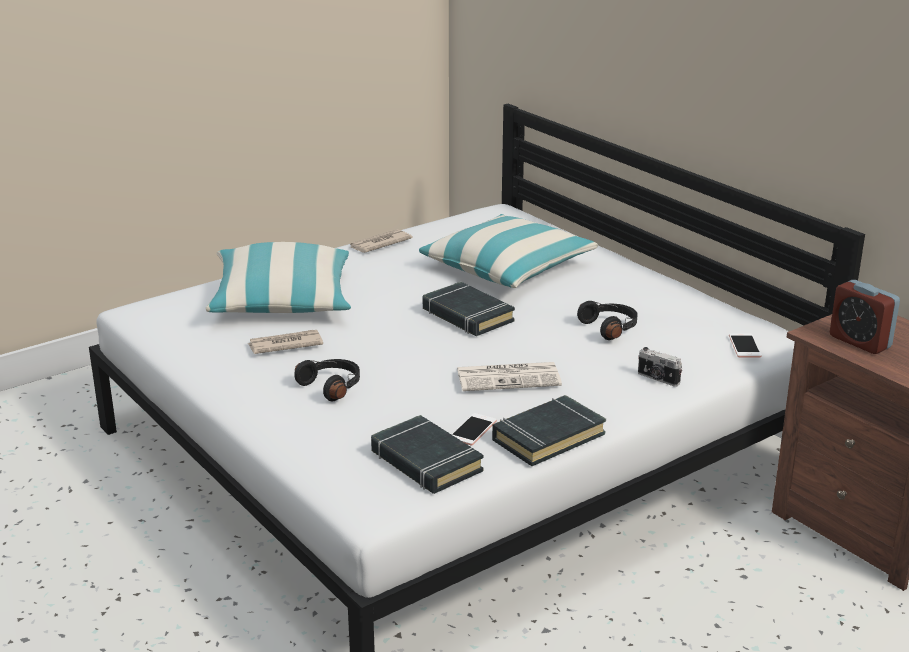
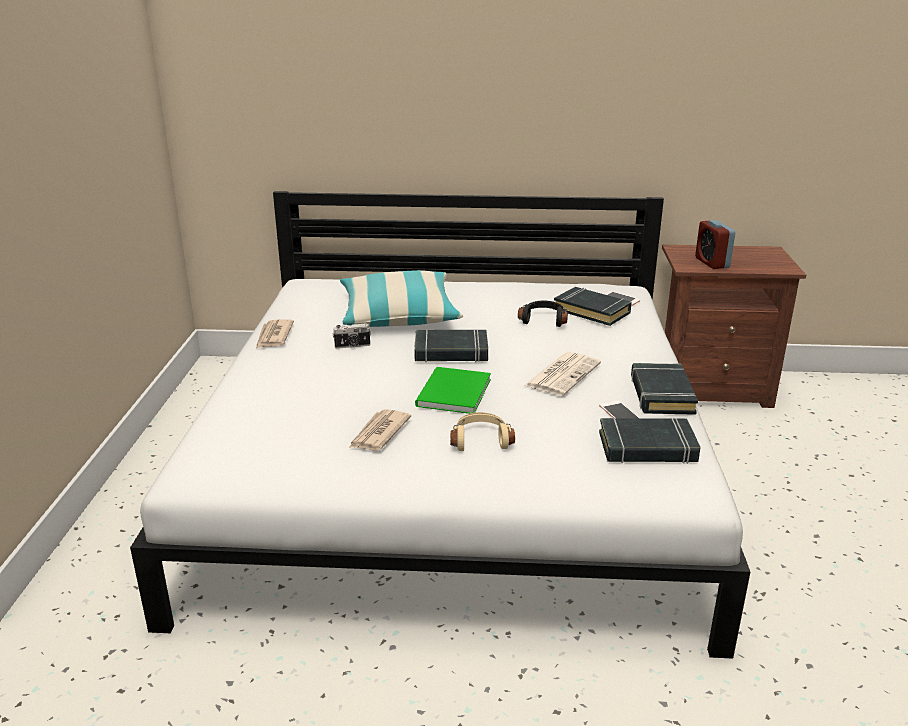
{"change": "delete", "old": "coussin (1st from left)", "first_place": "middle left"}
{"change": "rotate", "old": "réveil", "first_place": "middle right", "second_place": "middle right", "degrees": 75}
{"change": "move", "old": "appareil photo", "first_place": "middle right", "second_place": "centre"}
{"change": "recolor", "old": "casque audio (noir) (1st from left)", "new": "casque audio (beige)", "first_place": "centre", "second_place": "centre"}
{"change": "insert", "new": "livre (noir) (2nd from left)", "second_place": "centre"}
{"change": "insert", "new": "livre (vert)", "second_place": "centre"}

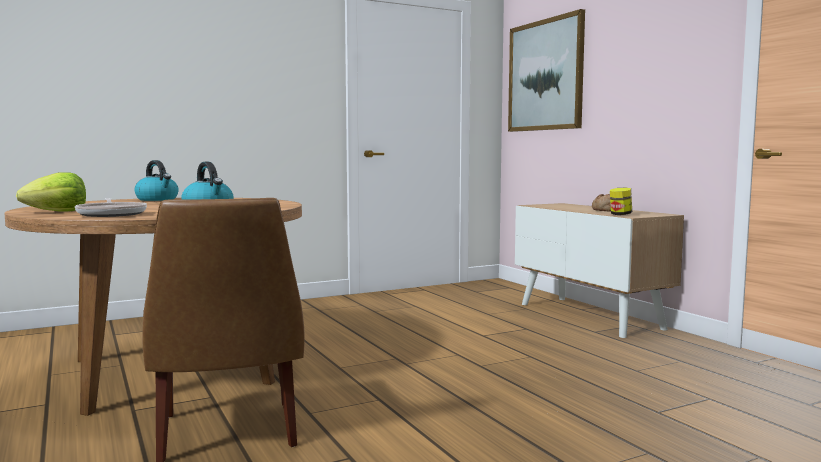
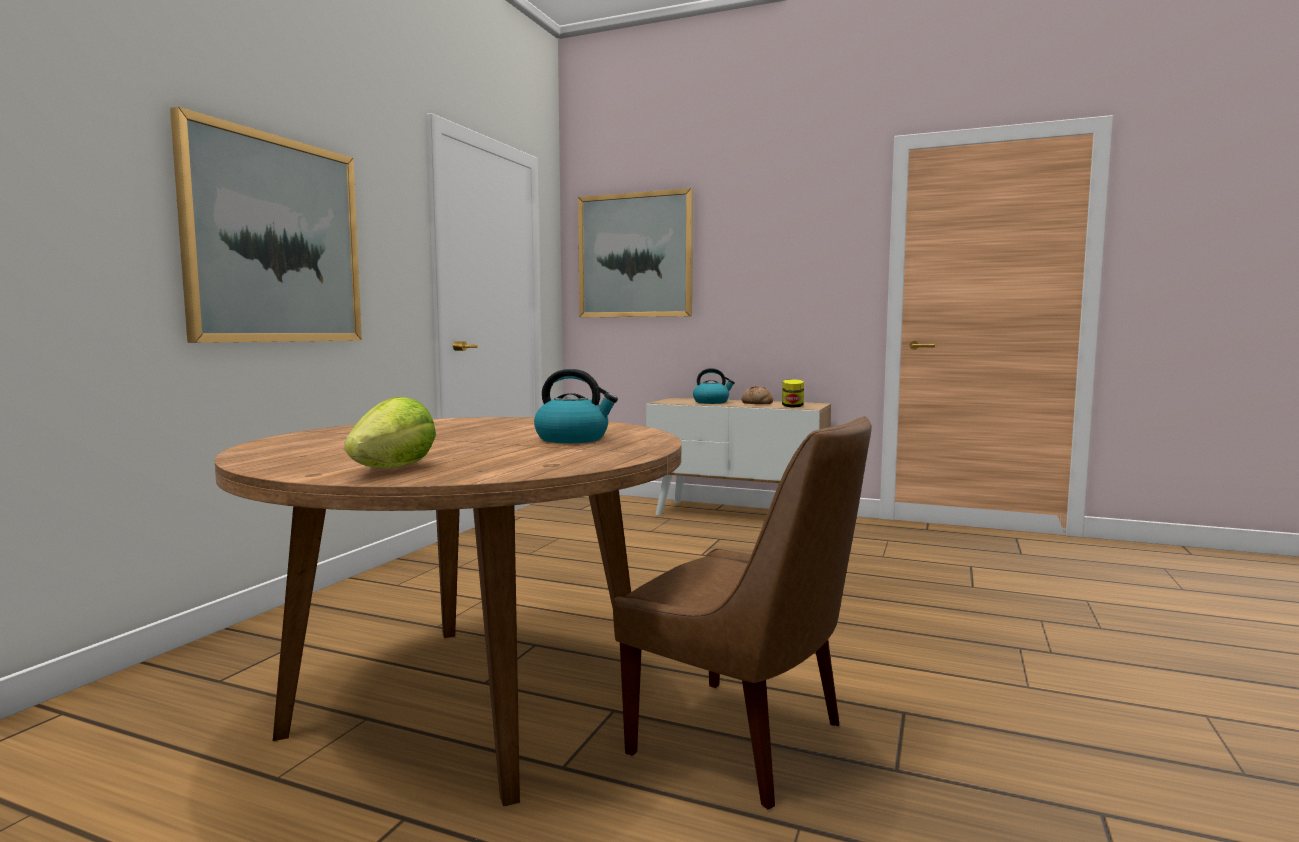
{"change": "move", "old": "bouilloire (1st from left in the first image)", "new": "bouilloire (2nd from left)", "first_place": "middle left", "second_place": "centre"}
{"change": "delete", "old": "poêle", "first_place": "middle left"}
{"change": "insert", "new": "tableau (1st from left)", "second_place": "top left"}

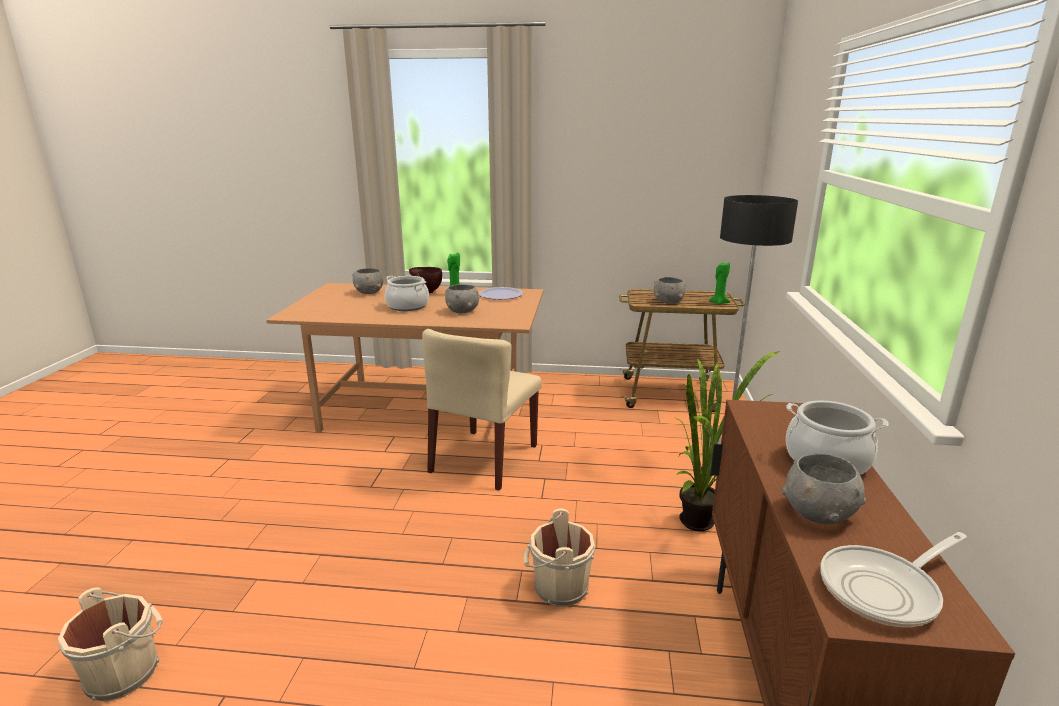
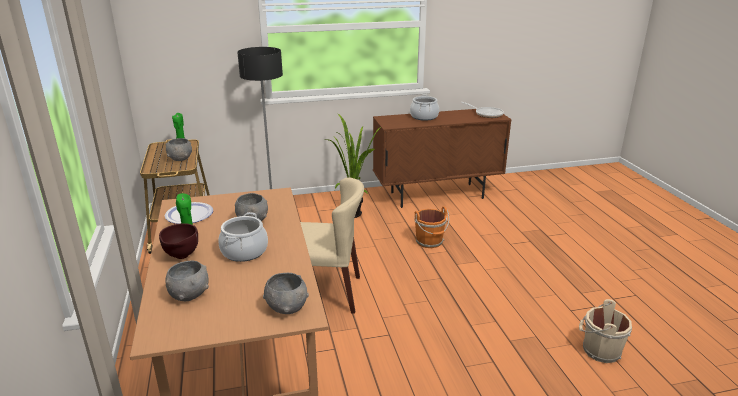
{"change": "move", "old": "bol (gris) (4th from left)", "first_place": "bottom right", "second_place": "bottom centre"}
{"change": "recolor", "old": "seau (beige) (2nd from left)", "new": "seau (orange)", "first_place": "bottom centre", "second_place": "centre"}

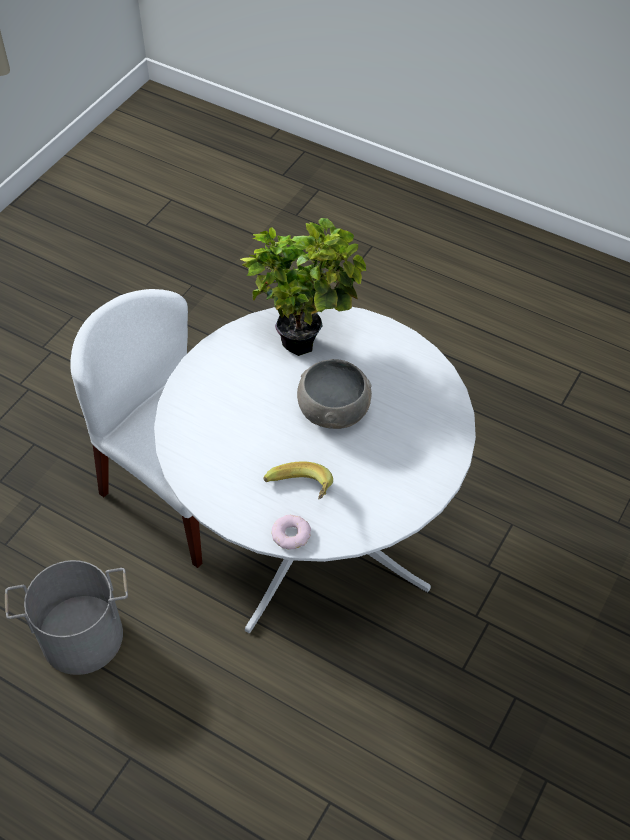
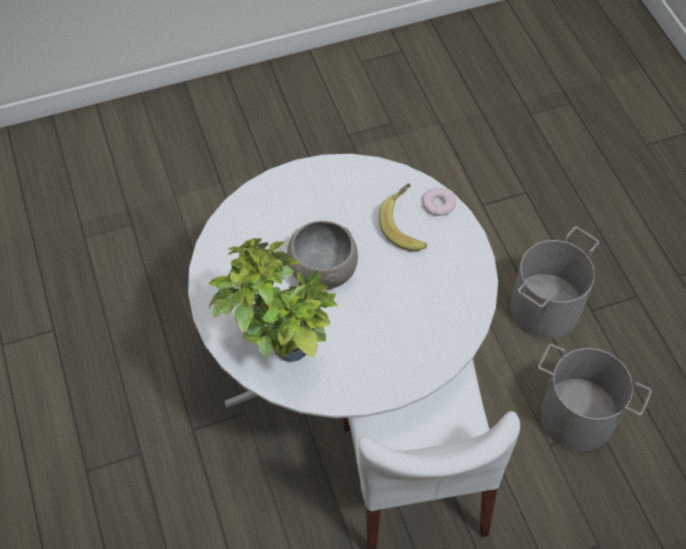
{"change": "insert", "new": "seau (gris) (1st from left)", "second_place": "middle right"}

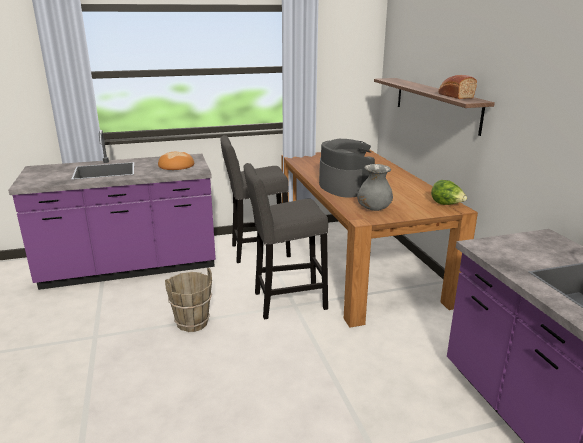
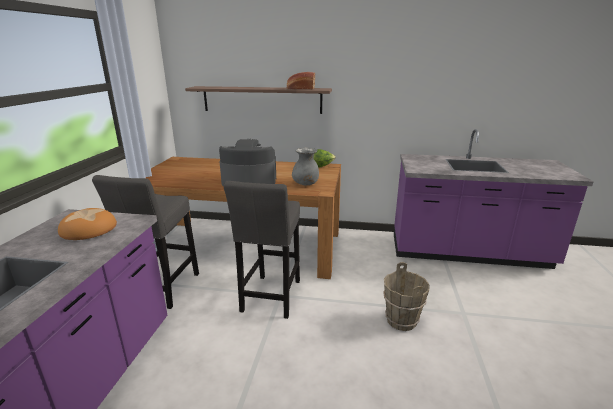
{"change": "move", "old": "seau (marron)", "first_place": "bottom left", "second_place": "bottom centre"}

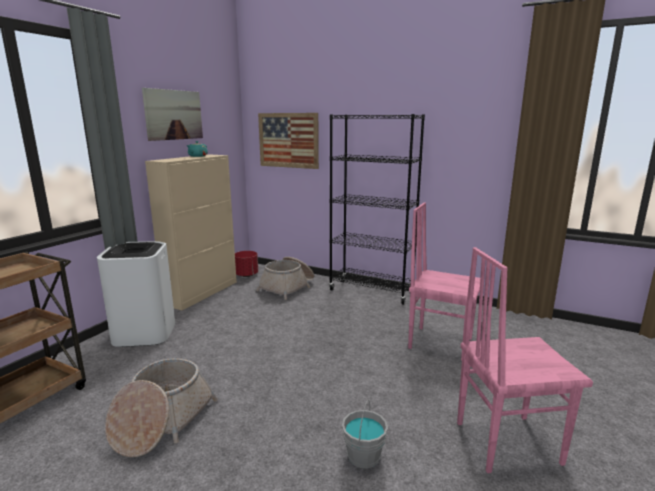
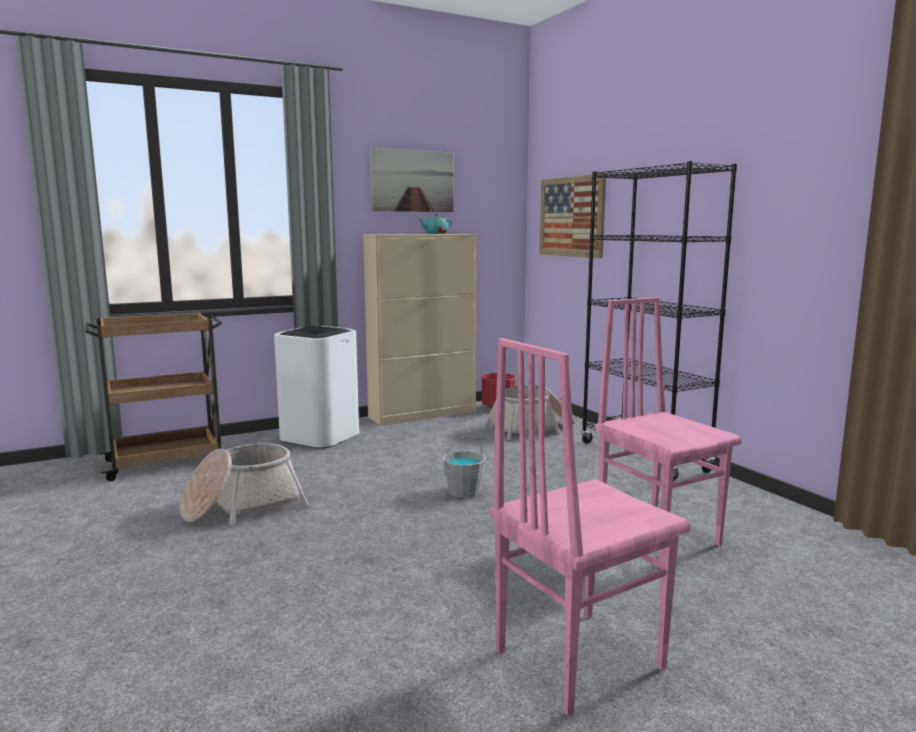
{"change": "rotate", "old": "chaise (rose) (2nd from left in the first image)", "first_place": "bottom right", "second_place": "bottom centre", "degrees": -60}
{"change": "move", "old": "seau (gris)", "first_place": "bottom centre", "second_place": "centre"}

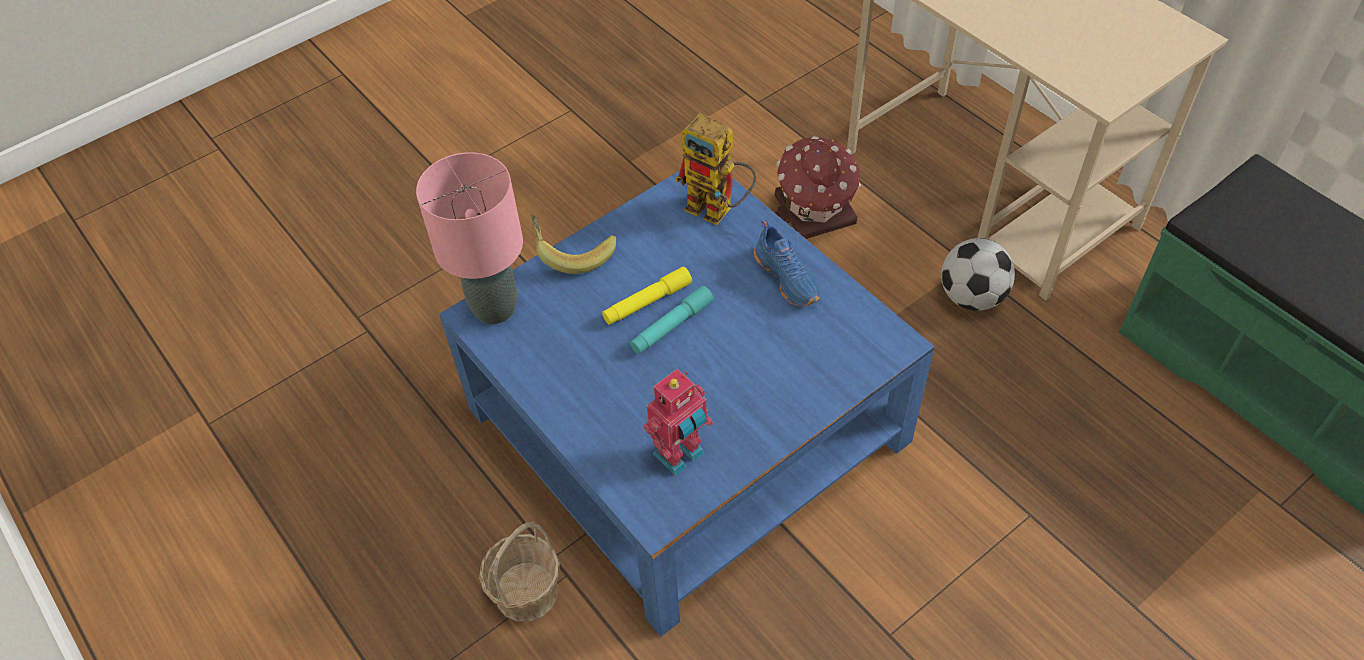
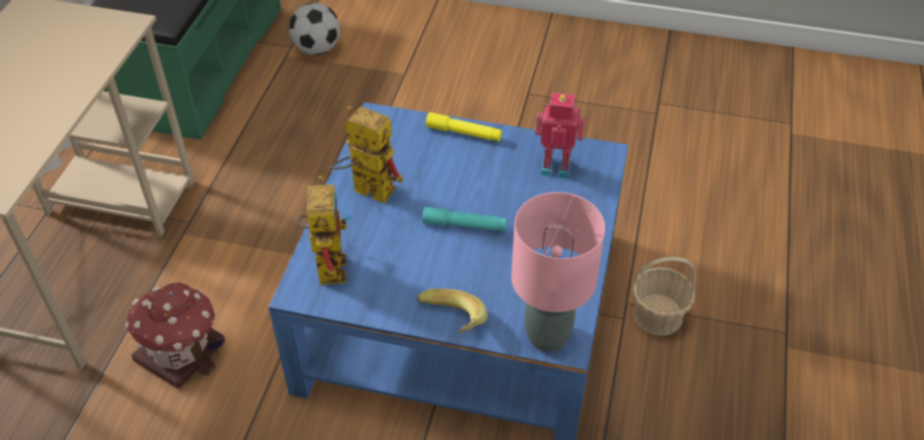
{"change": "replace", "old": "chaussure (bleu)", "new": "robot jouet (2nd from left)", "first_place": "centre", "second_place": "centre"}
{"change": "move", "old": "ballon de foot", "first_place": "middle right", "second_place": "top centre"}
{"change": "move", "old": "lampe de poche (jaune)", "first_place": "centre", "second_place": "top centre"}

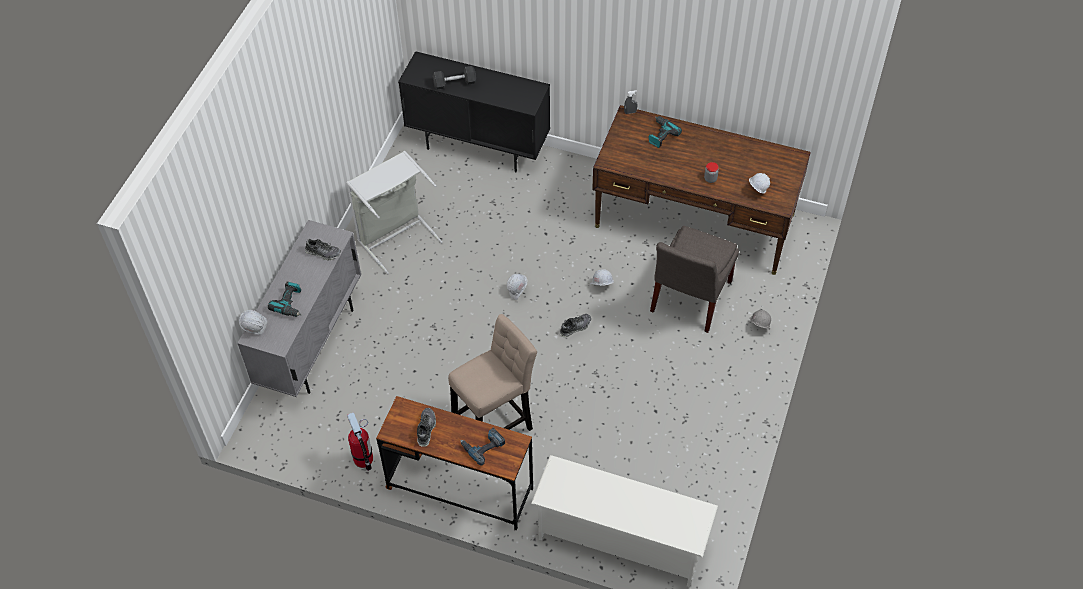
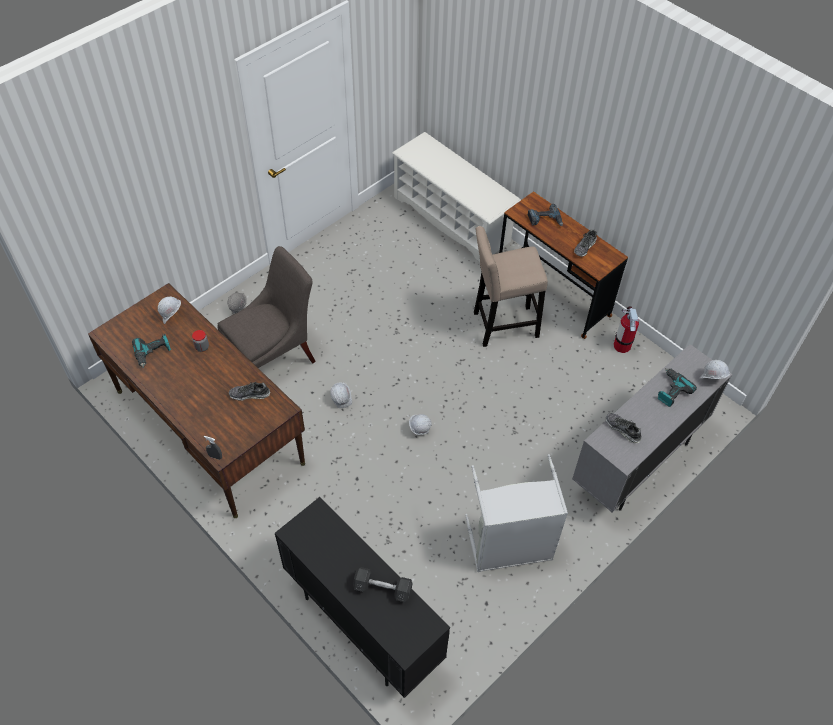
{"change": "move", "old": "perceuse (3rd from left in the first image)", "new": "perceuse (1st from left)", "first_place": "top centre", "second_place": "middle left"}
{"change": "move", "old": "chaussure (3rd from left in the first image)", "new": "chaussure (1st from left)", "first_place": "centre", "second_place": "middle left"}

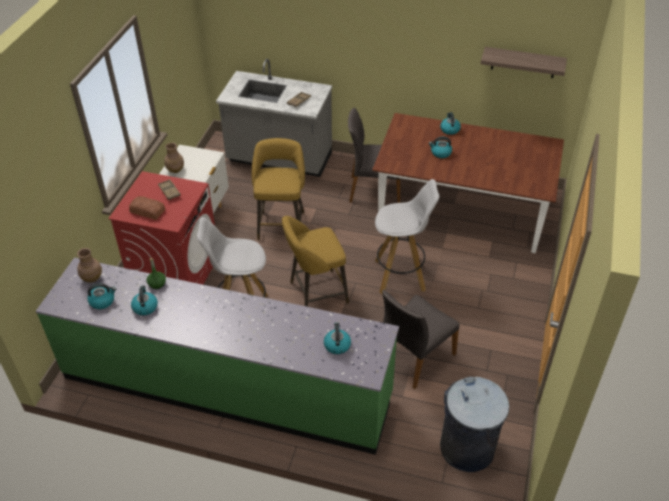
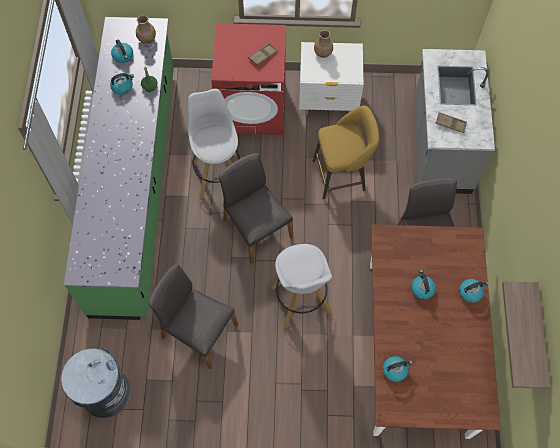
{"change": "delete", "old": "pain", "first_place": "middle left"}
{"change": "replace", "old": "tabouret (jaune) (2nd from left)", "new": "chaise (gris) (2nd from left)", "first_place": "centre", "second_place": "centre"}
{"change": "move", "old": "bouilloire (3rd from left)", "first_place": "bottom centre", "second_place": "bottom right"}

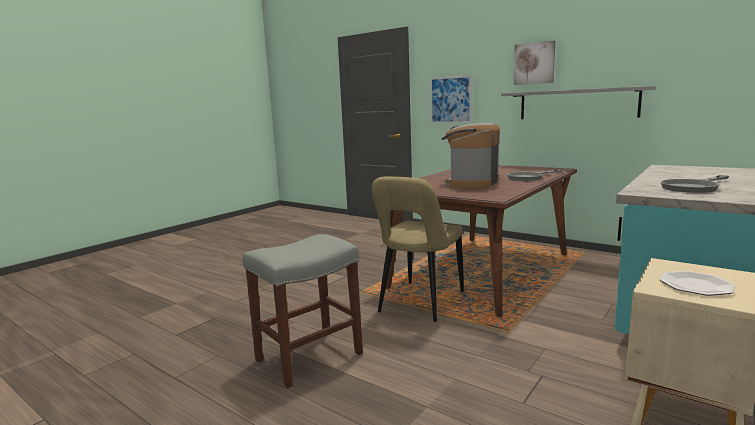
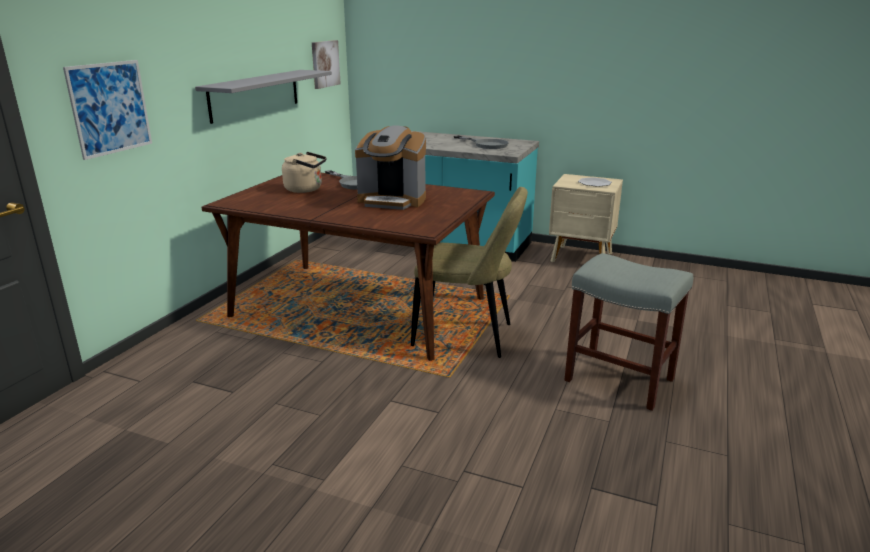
{"change": "move", "old": "tableau (2nd from left)", "first_place": "top right", "second_place": "top centre"}
{"change": "insert", "new": "bouilloire (beige)", "second_place": "top centre"}

